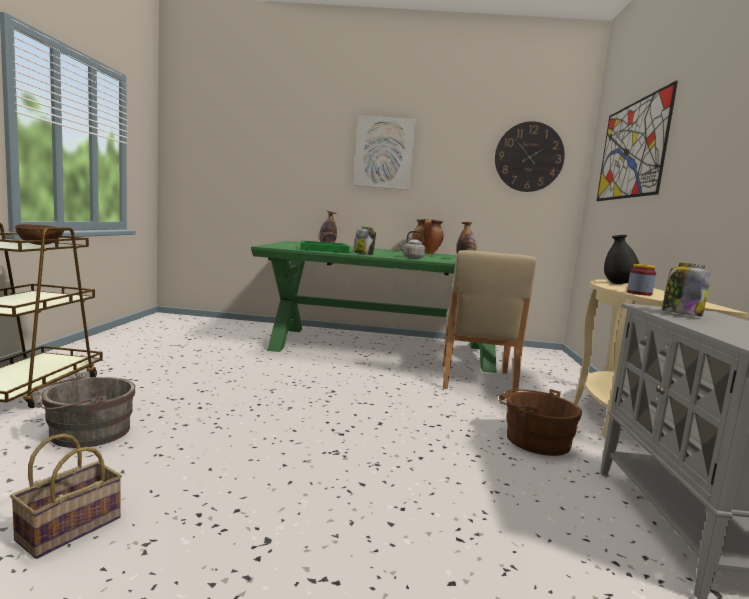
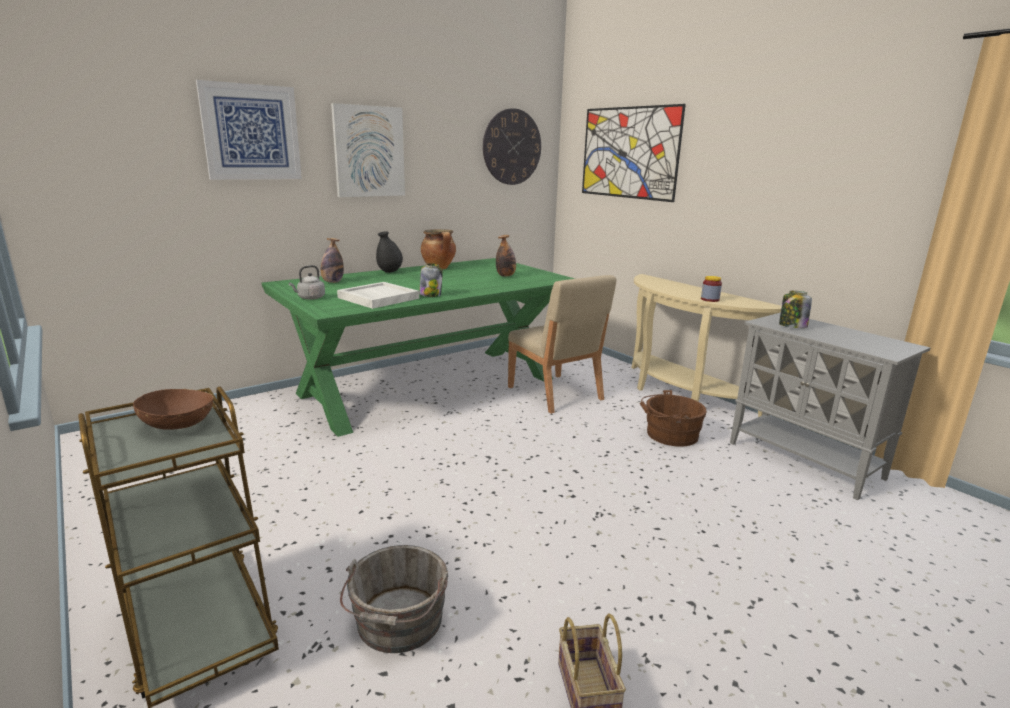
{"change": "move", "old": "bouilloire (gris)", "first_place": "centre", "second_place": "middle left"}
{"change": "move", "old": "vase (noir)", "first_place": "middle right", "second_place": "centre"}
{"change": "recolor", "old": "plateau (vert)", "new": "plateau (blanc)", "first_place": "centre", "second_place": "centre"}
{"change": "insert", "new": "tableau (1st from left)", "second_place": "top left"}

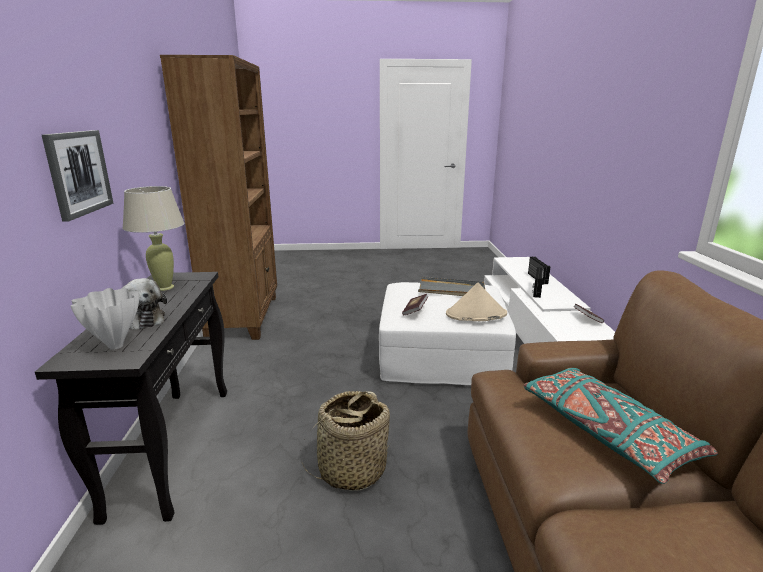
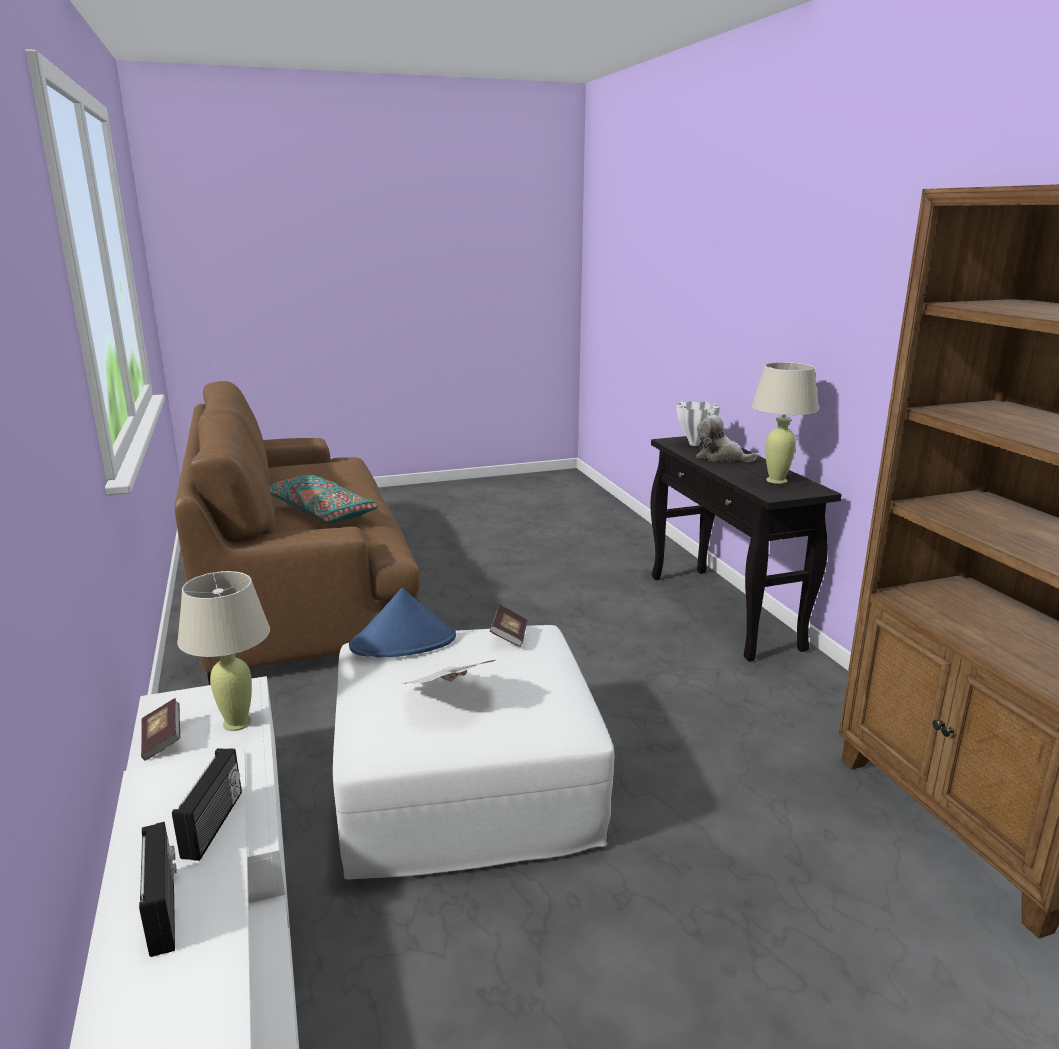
{"change": "delete", "old": "tableau", "first_place": "top left"}
{"change": "replace", "old": "plateau (gris)", "new": "journal", "first_place": "centre", "second_place": "centre"}
{"change": "recolor", "old": "chapeau (beige)", "new": "chapeau (bleu)", "first_place": "centre", "second_place": "centre"}
{"change": "delete", "old": "panier", "first_place": "bottom centre"}
{"change": "insert", "new": "lampe de table (beige) (1st from left)", "second_place": "middle left"}

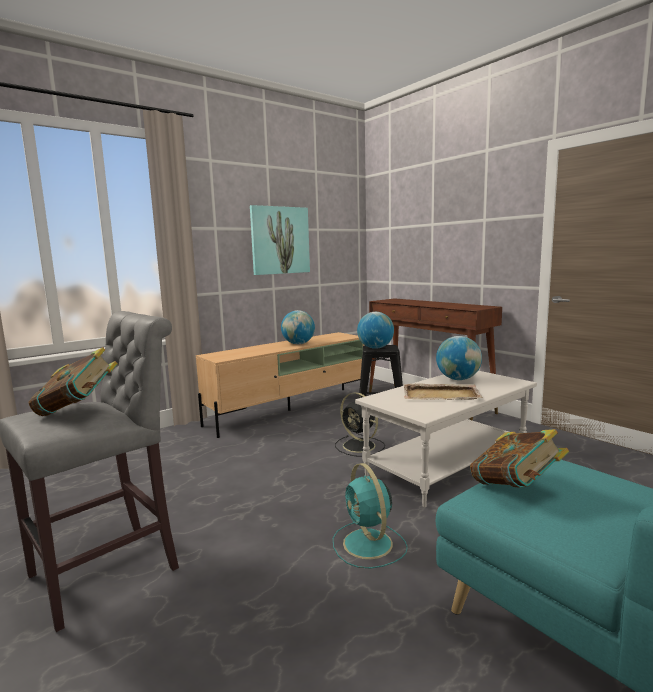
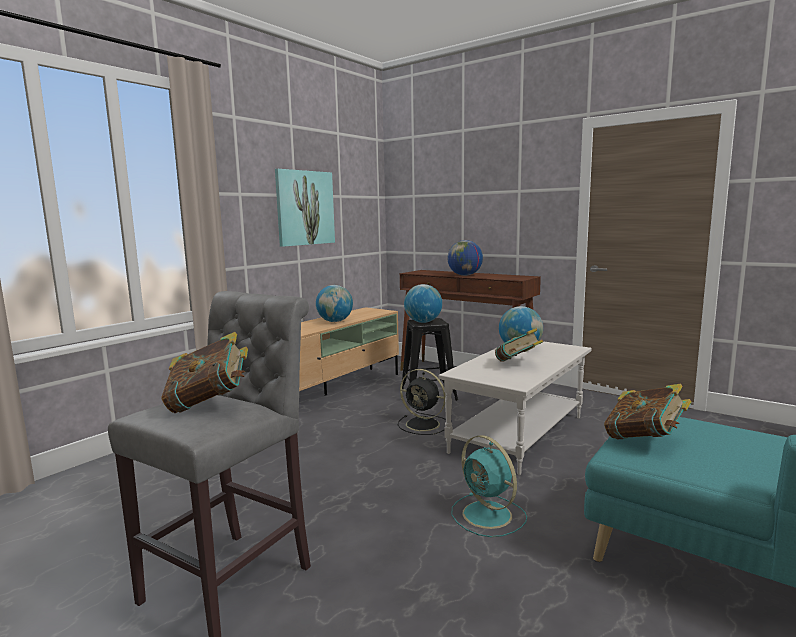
{"change": "replace", "old": "plateau (beige)", "new": "livre (2nd from left)", "first_place": "middle right", "second_place": "centre"}
{"change": "insert", "new": "globe (3rd from left)", "second_place": "centre"}

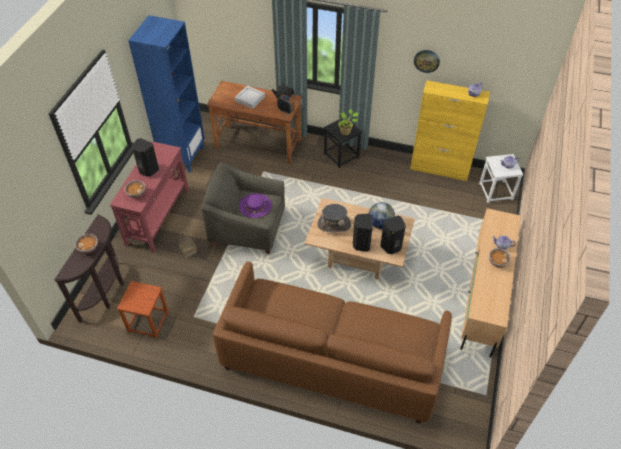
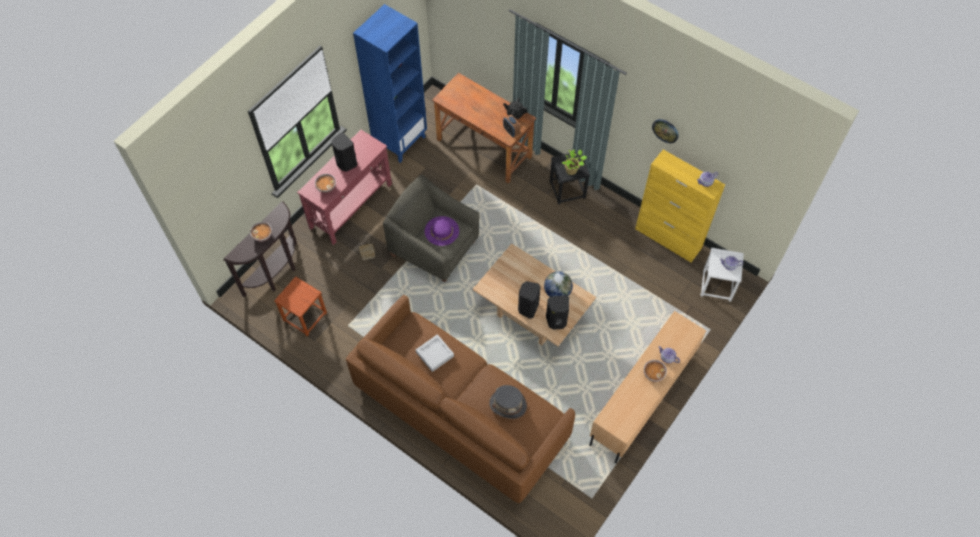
{"change": "move", "old": "plateau (gris)", "first_place": "top centre", "second_place": "centre"}
{"change": "move", "old": "chapeau (gris)", "first_place": "centre", "second_place": "bottom centre"}

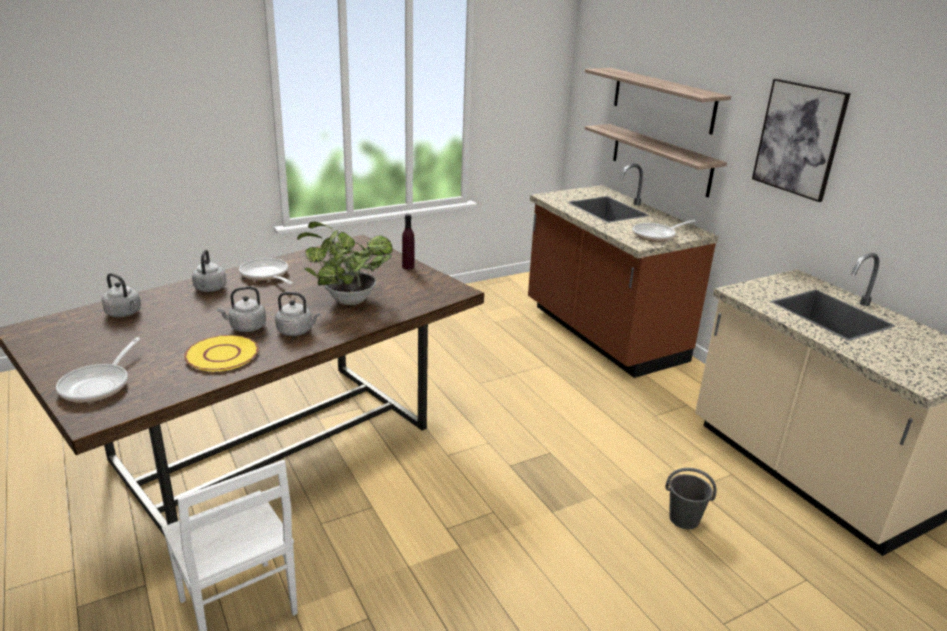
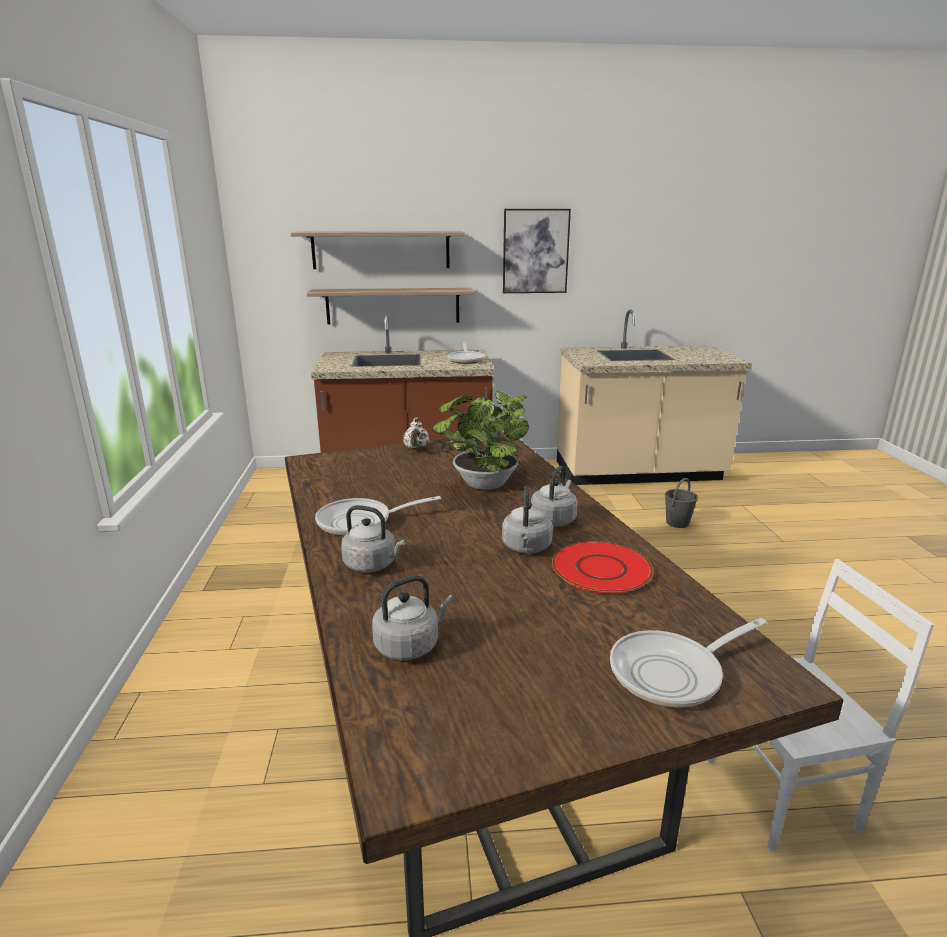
{"change": "replace", "old": "bouteille (violet)", "new": "théière (blanc)", "first_place": "centre", "second_place": "centre"}
{"change": "recolor", "old": "assiette (jaune)", "new": "assiette (rouge)", "first_place": "middle left", "second_place": "centre"}
{"change": "rotate", "old": "poêle (1st from left in the first image)", "first_place": "middle left", "second_place": "bottom right", "degrees": 120}

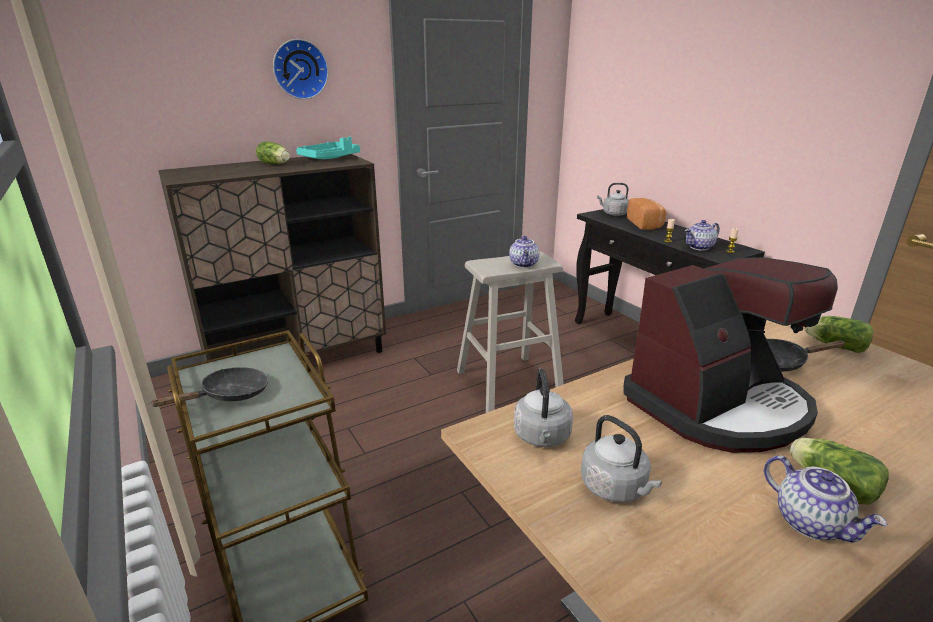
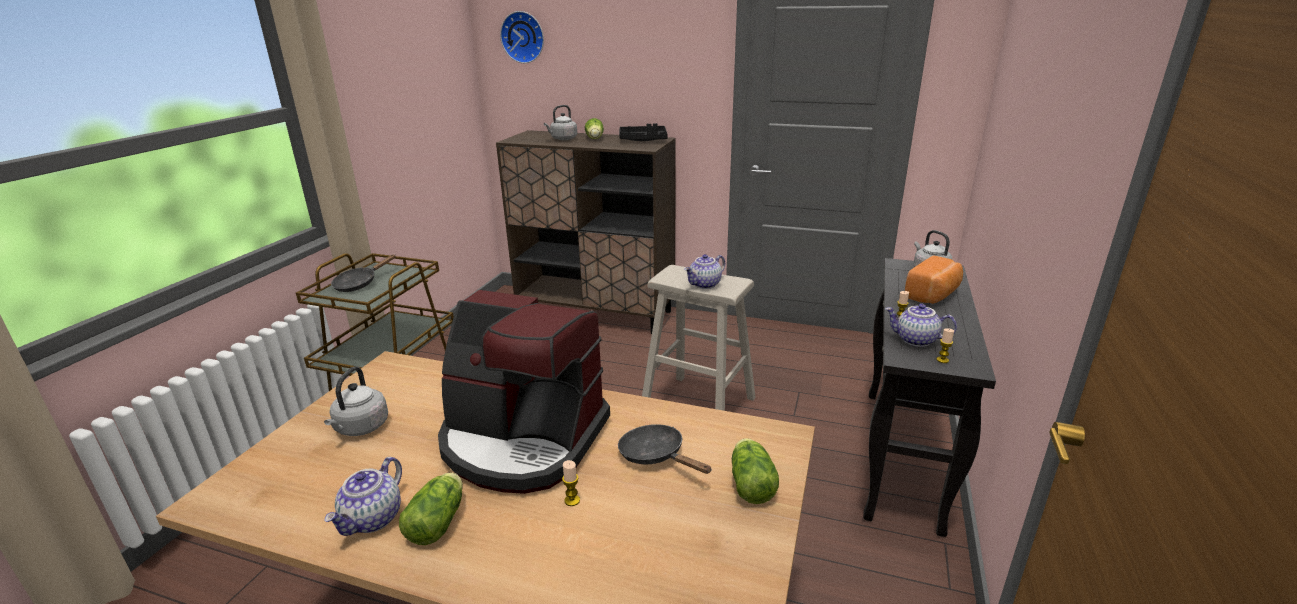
{"change": "move", "old": "horloge murale", "first_place": "top left", "second_place": "top centre"}
{"change": "recolor", "old": "plateau (turquoise)", "new": "plateau (noir)", "first_place": "top centre", "second_place": "top centre"}
{"change": "rotate", "old": "poêle (noir) (1st from left)", "first_place": "middle left", "second_place": "middle left", "degrees": 120}
{"change": "move", "old": "bouilloire (gris) (1st from left in the first image)", "new": "bouilloire (gris) (2nd from left)", "first_place": "centre", "second_place": "top centre"}
{"change": "insert", "new": "bougie (1st from left)", "second_place": "bottom centre"}

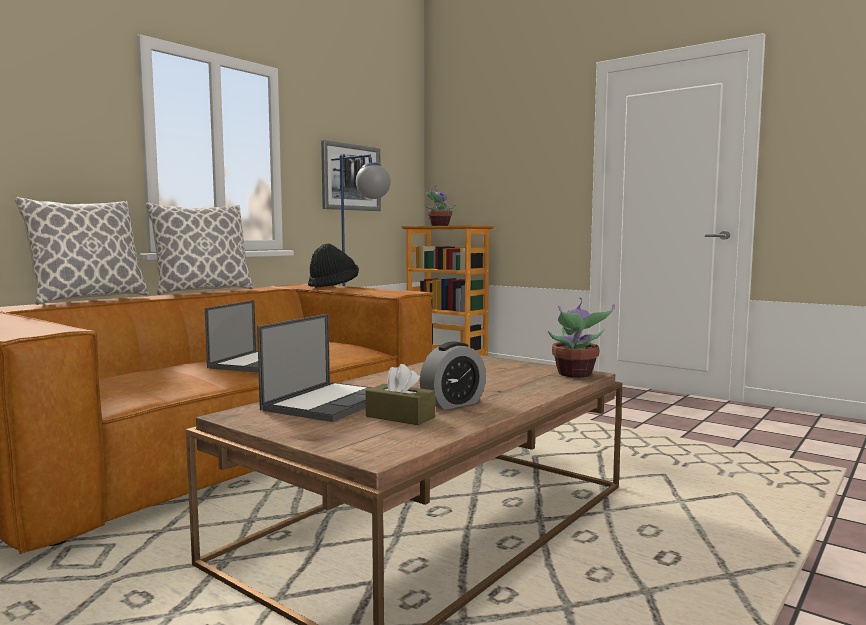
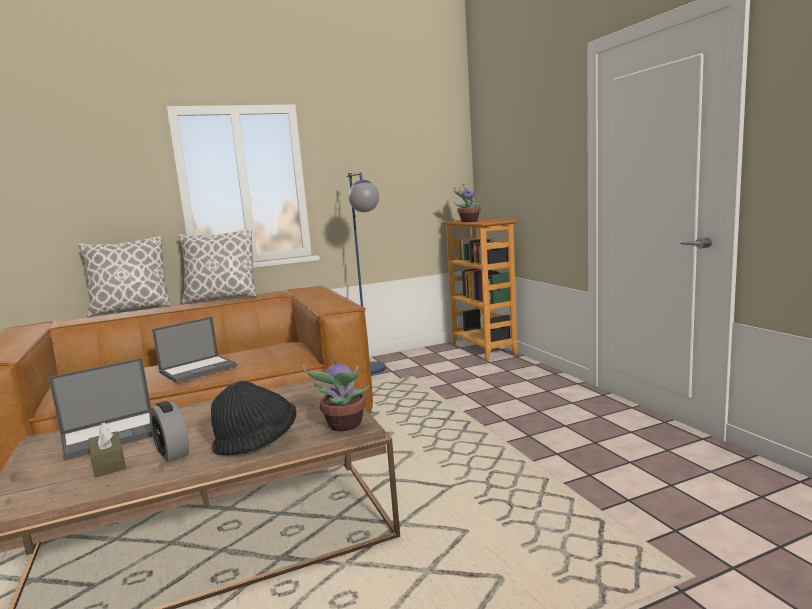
{"change": "delete", "old": "tableau", "first_place": "top centre"}
{"change": "move", "old": "chapeau (noir)", "first_place": "centre", "second_place": "bottom left"}
{"change": "rotate", "old": "réveil", "first_place": "centre", "second_place": "bottom left", "degrees": 60}

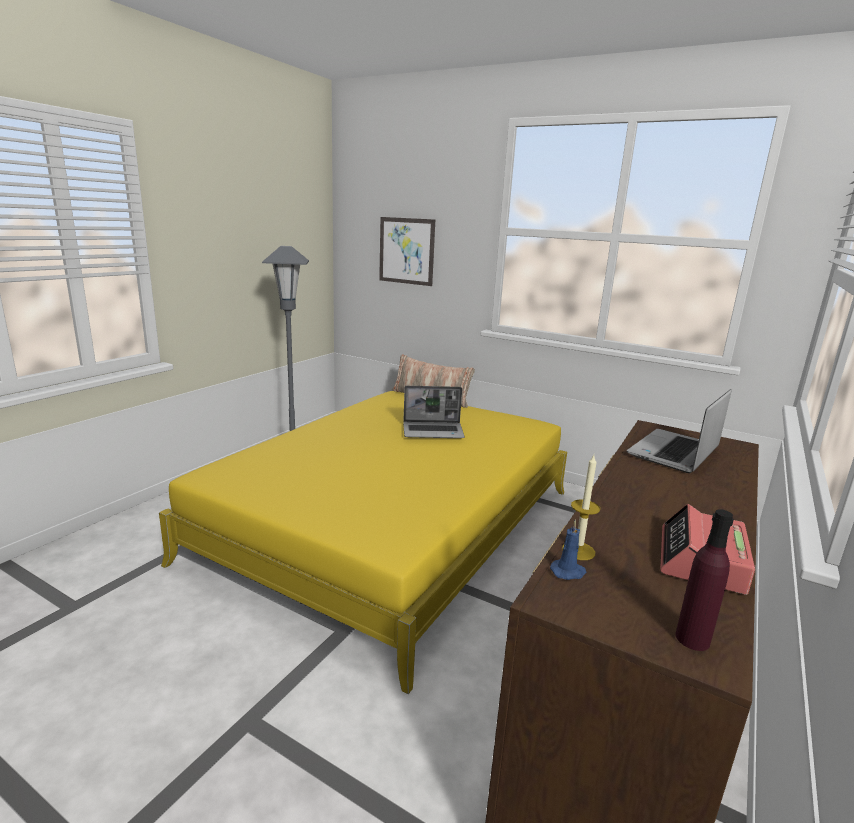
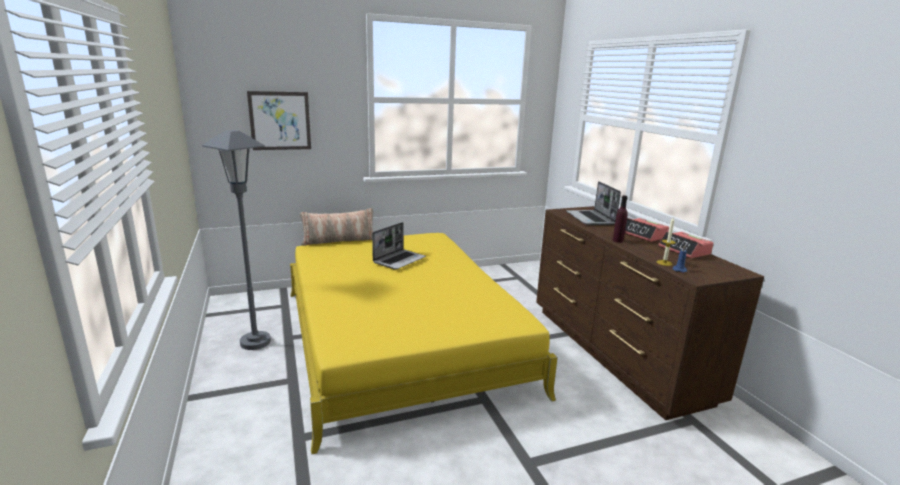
{"change": "move", "old": "bouteille (violet)", "first_place": "bottom right", "second_place": "middle right"}
{"change": "insert", "new": "réveil (1st from left)", "second_place": "middle right"}

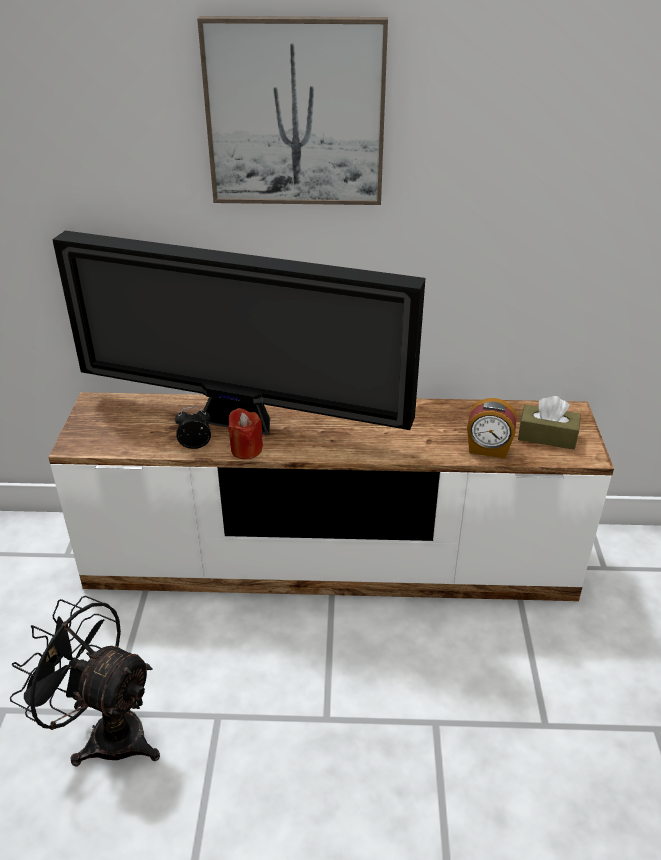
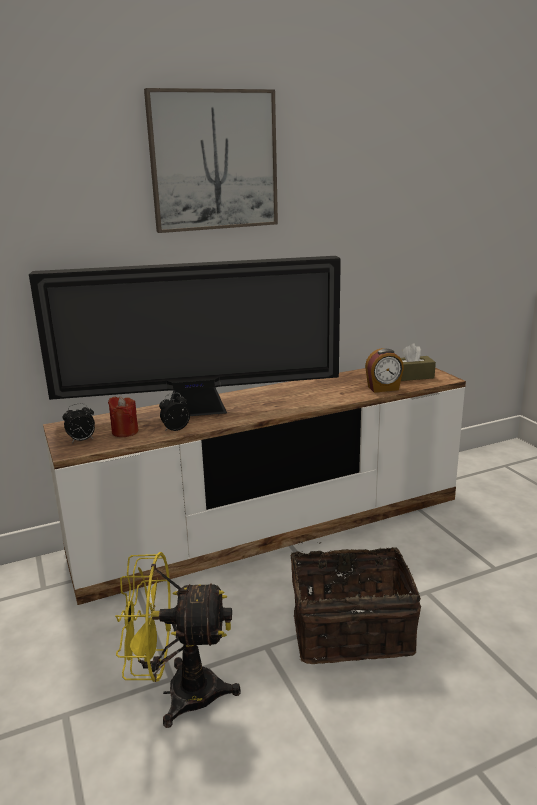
{"change": "move", "old": "bougie (rouge)", "first_place": "centre", "second_place": "middle left"}
{"change": "recolor", "old": "ventilateur (noir)", "new": "ventilateur (jaune)", "first_place": "bottom left", "second_place": "bottom left"}
{"change": "insert", "new": "réveil (1st from left)", "second_place": "middle left"}
{"change": "insert", "new": "panier", "second_place": "bottom centre"}

